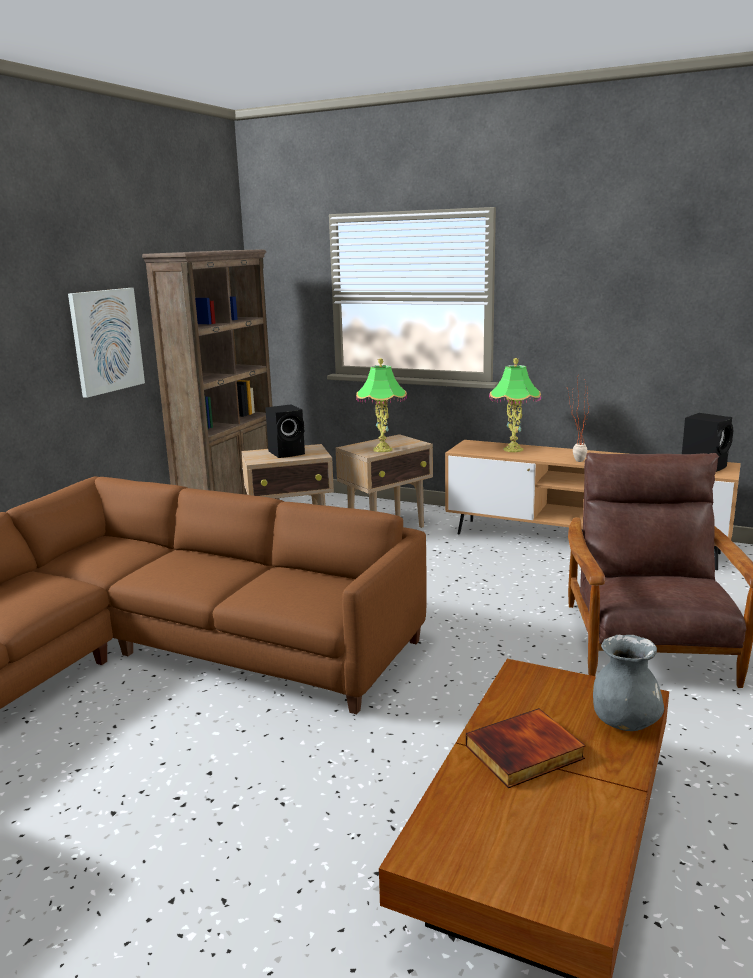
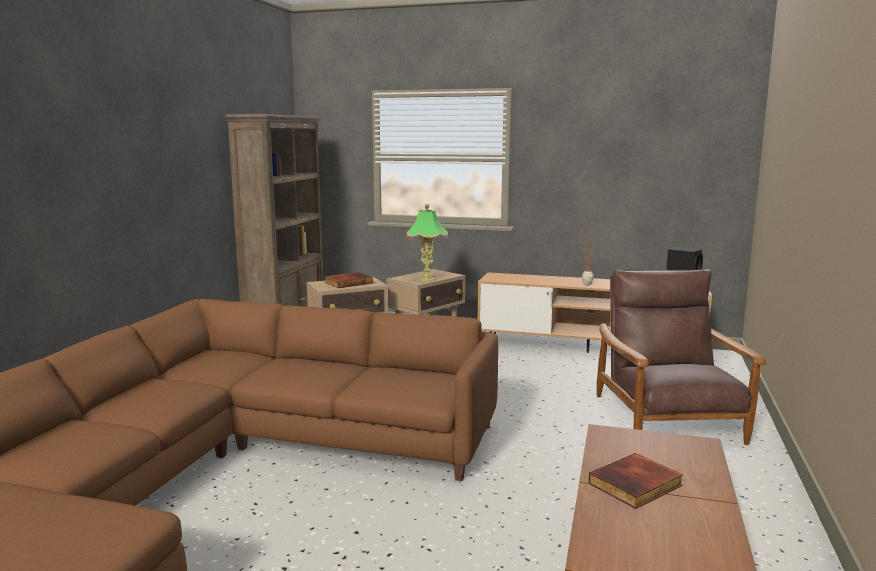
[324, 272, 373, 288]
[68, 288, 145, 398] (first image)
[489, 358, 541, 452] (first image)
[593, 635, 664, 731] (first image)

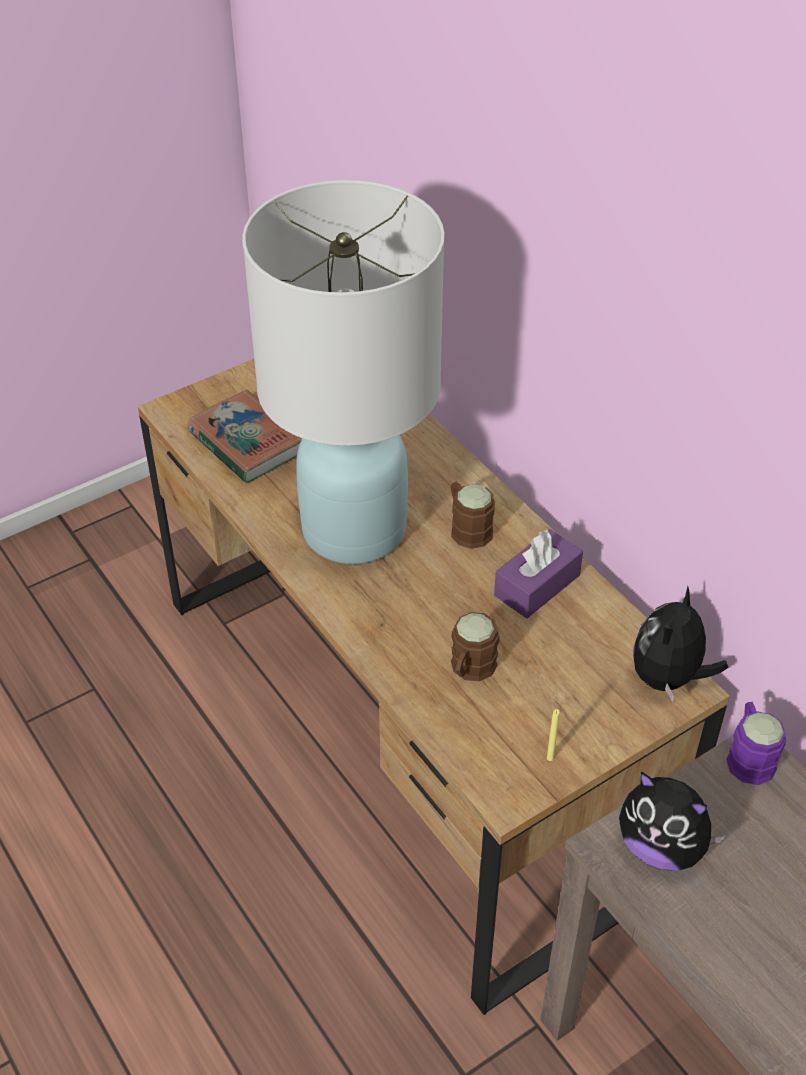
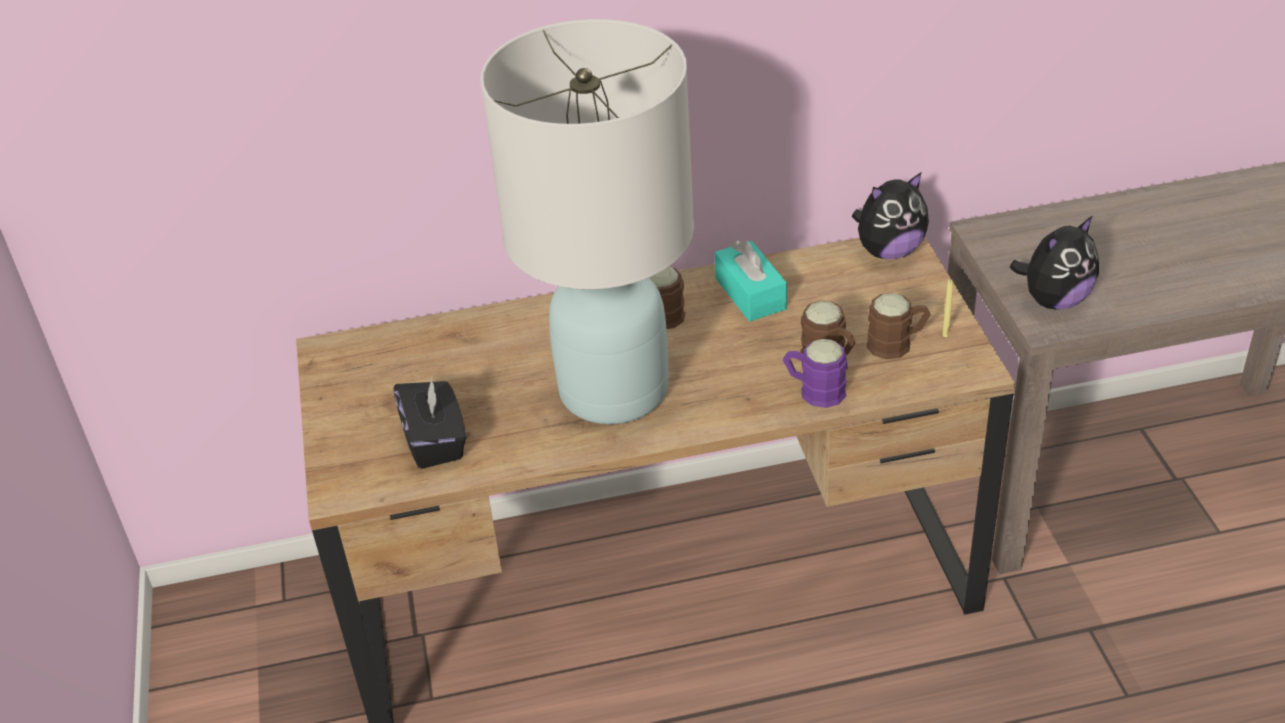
[394, 378, 466, 469]
[715, 240, 787, 321]
[783, 339, 848, 408]
[852, 172, 929, 259]
[866, 293, 931, 359]

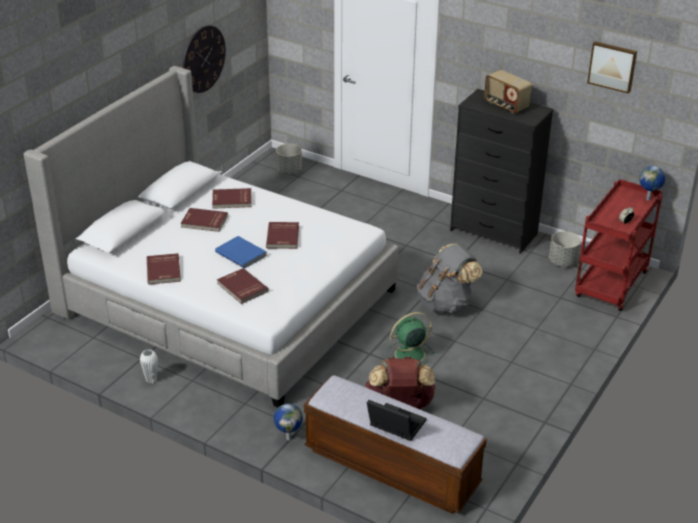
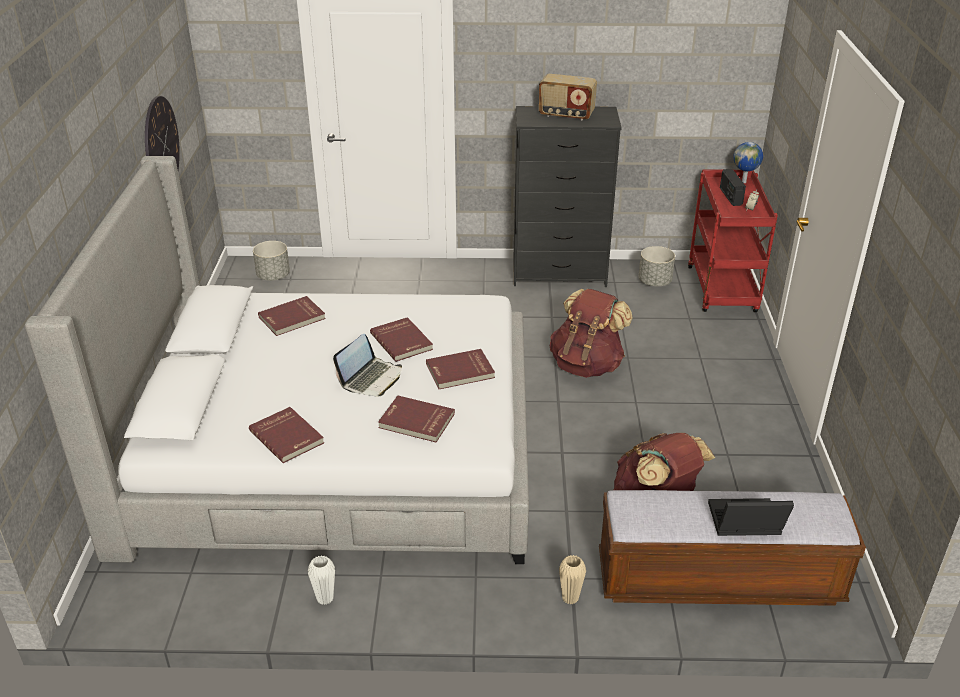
[333, 334, 402, 396]
[426, 349, 495, 389]
[550, 289, 633, 378]
[559, 555, 586, 604]
[720, 169, 746, 206]
[387, 312, 435, 365] (first image)
[587, 41, 637, 94] (first image)

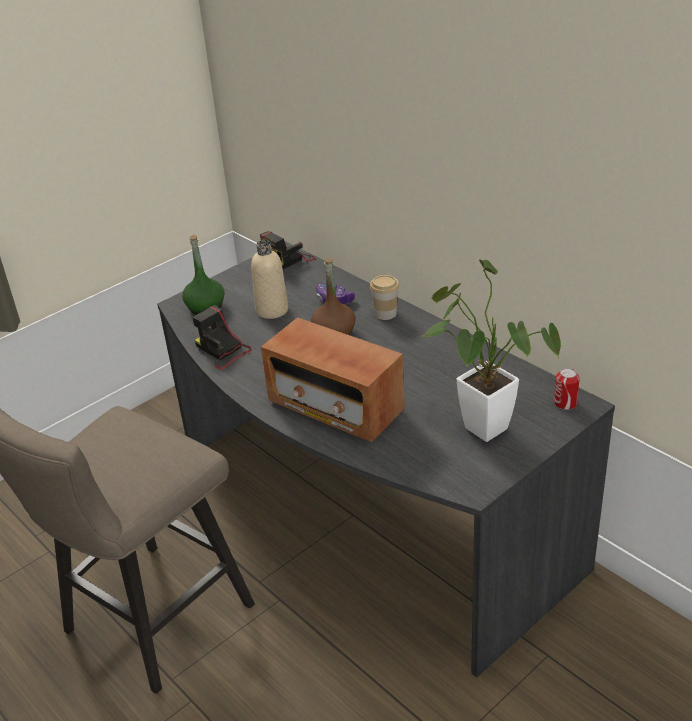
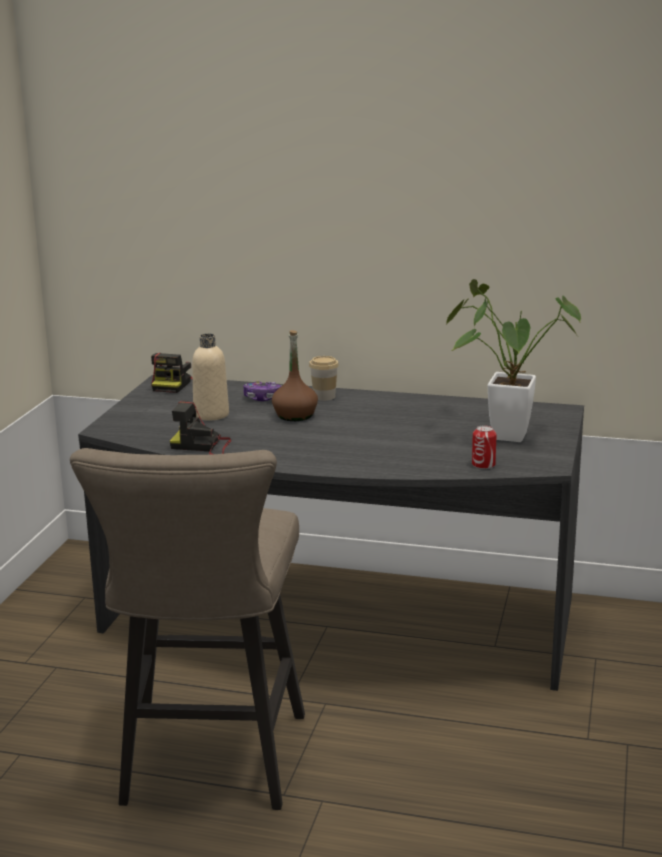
[472, 425, 497, 469]
[182, 235, 225, 315] (first image)
[261, 317, 405, 442] (first image)

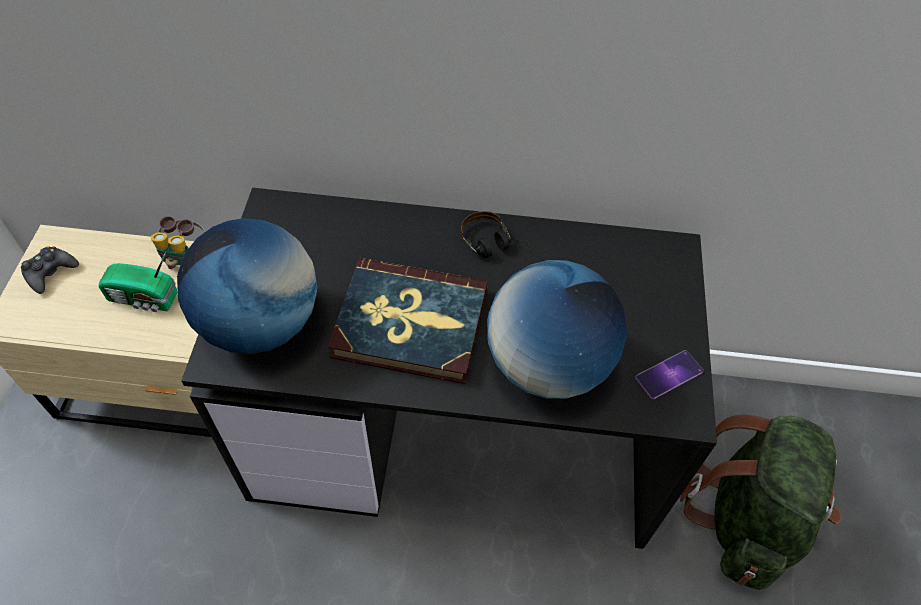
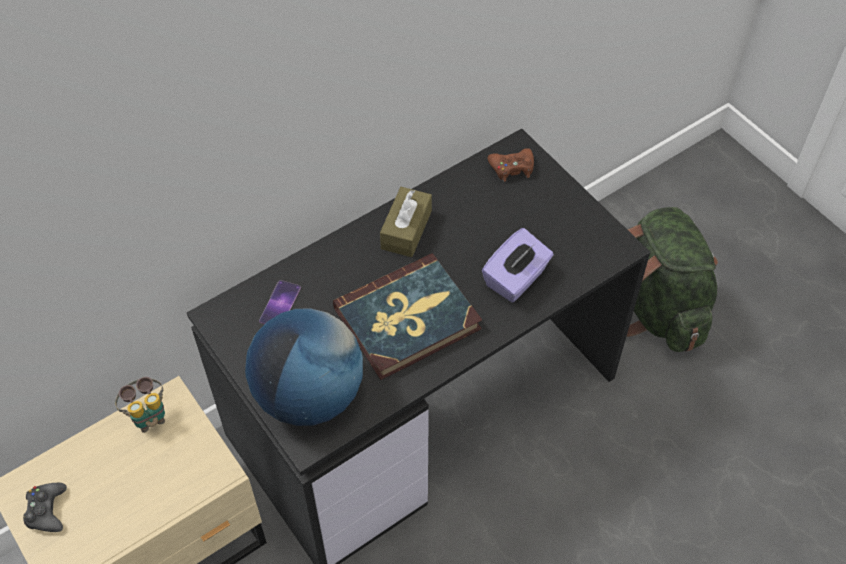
[259, 280, 301, 324]
[380, 187, 432, 257]
[482, 228, 554, 302]
[488, 148, 534, 182]
[99, 252, 177, 312] (first image)

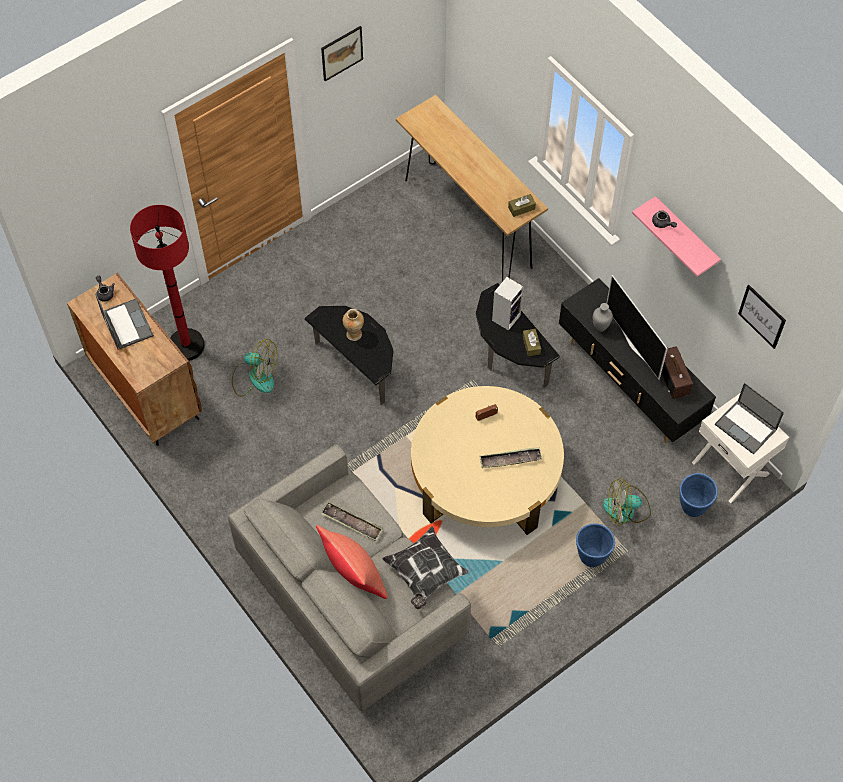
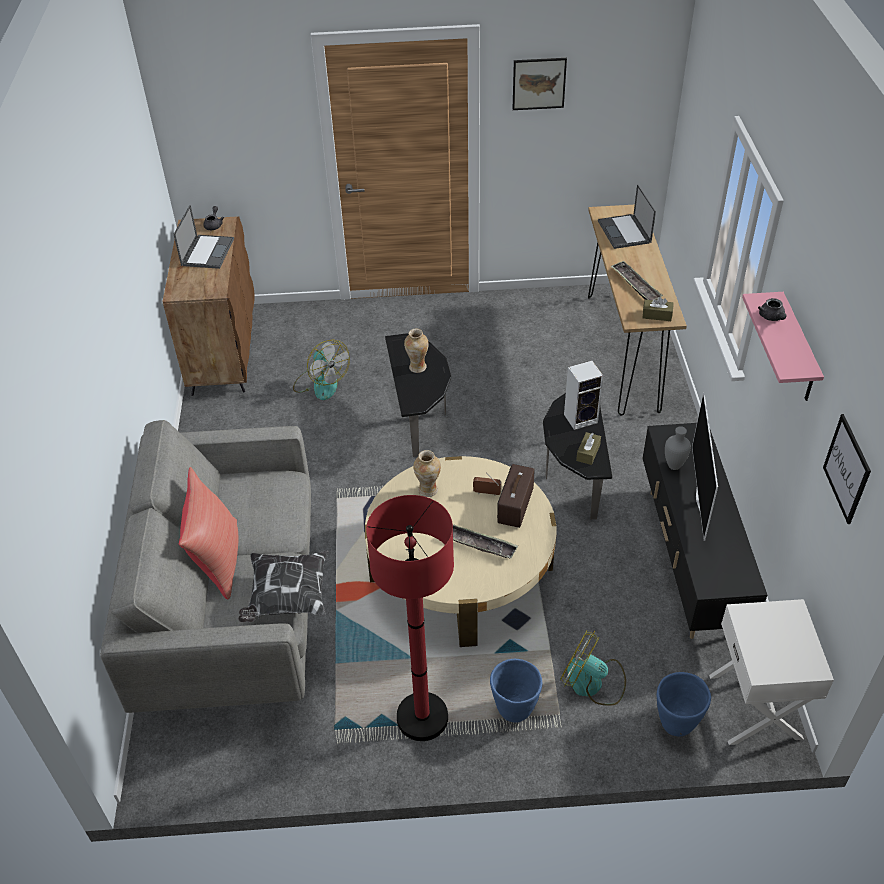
[366, 495, 454, 741]
[413, 450, 441, 497]
[497, 464, 535, 528]
[598, 184, 656, 249]
[610, 261, 663, 300]

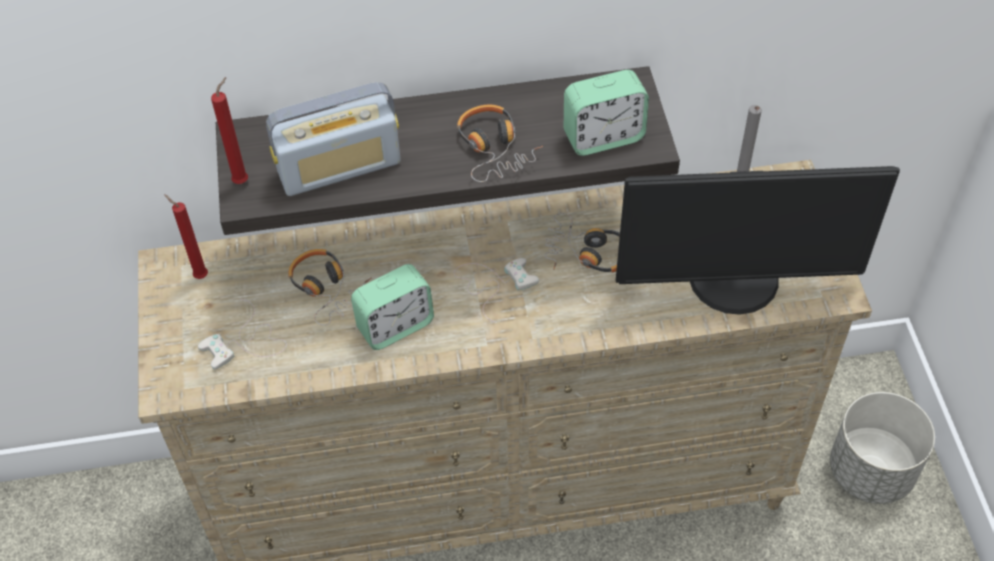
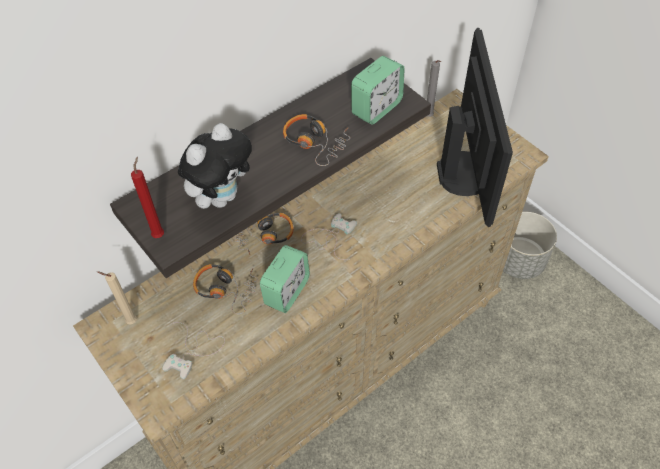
[97, 271, 137, 324]
[178, 123, 252, 209]
[234, 213, 294, 255]
[437, 28, 513, 227]

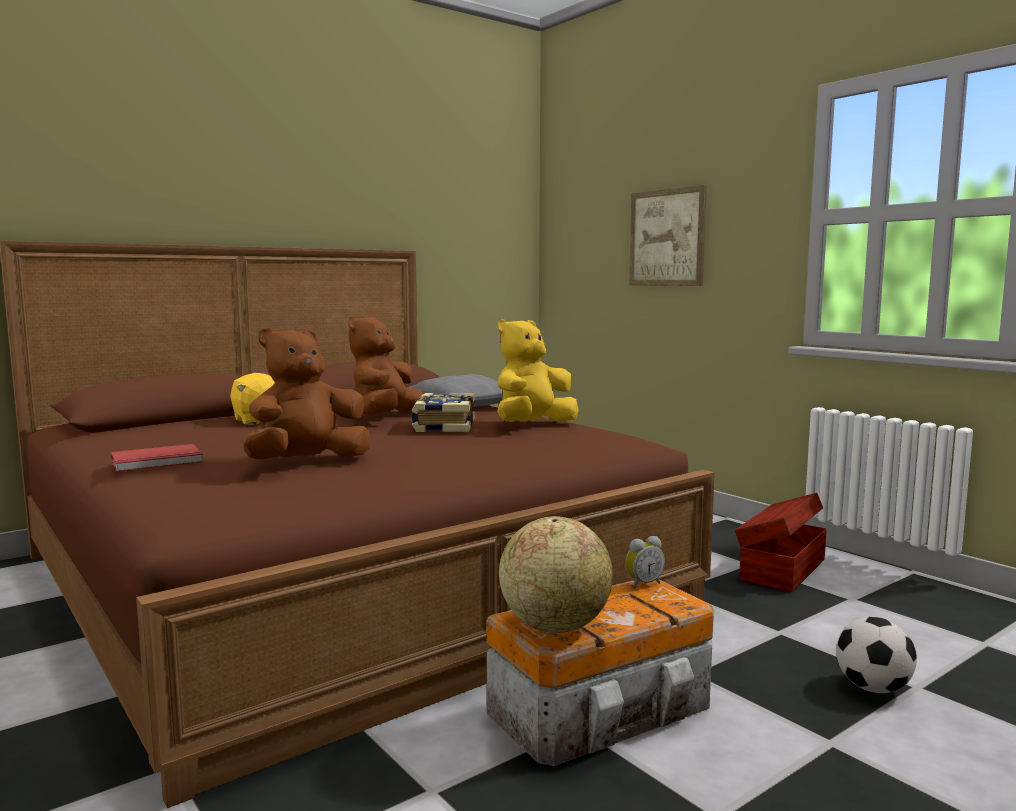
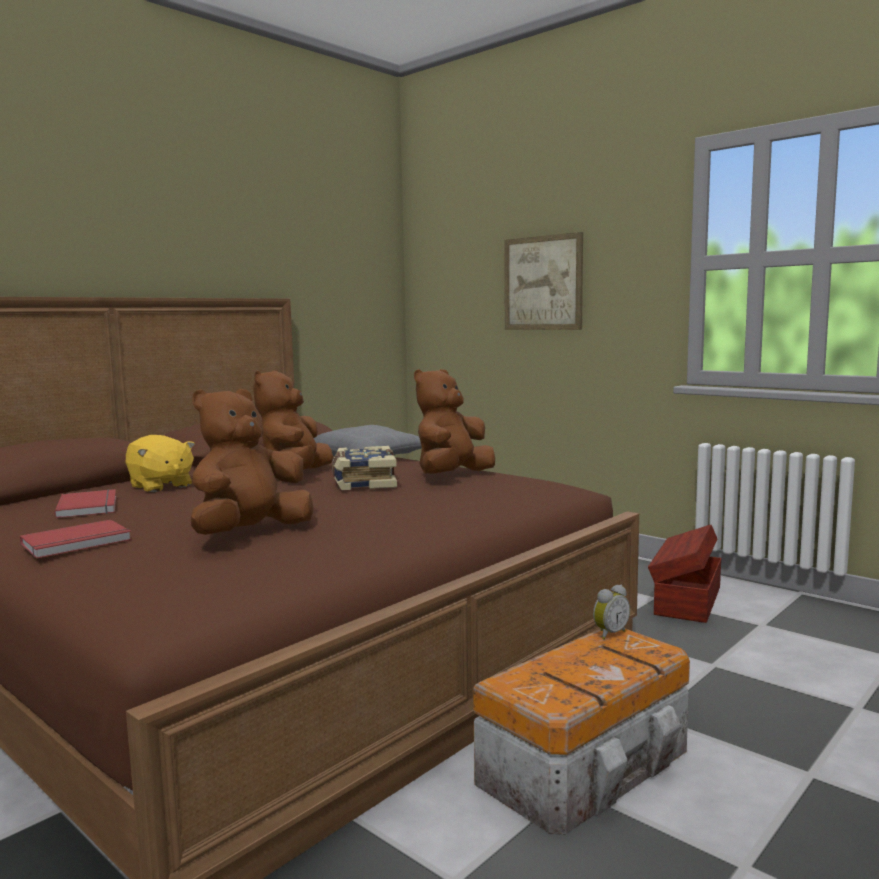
[54, 489, 116, 518]
[414, 369, 495, 474]
[499, 516, 613, 633] (first image)
[836, 617, 917, 693] (first image)

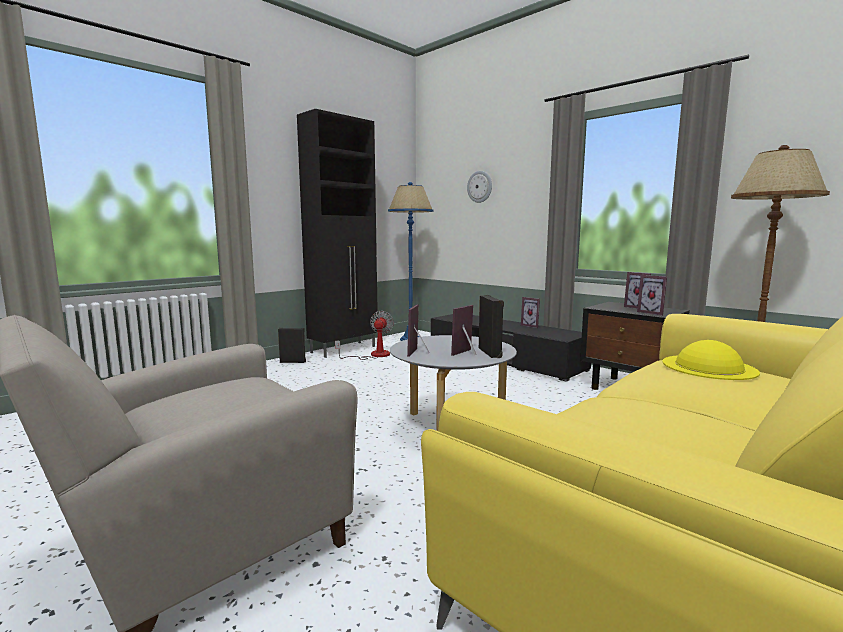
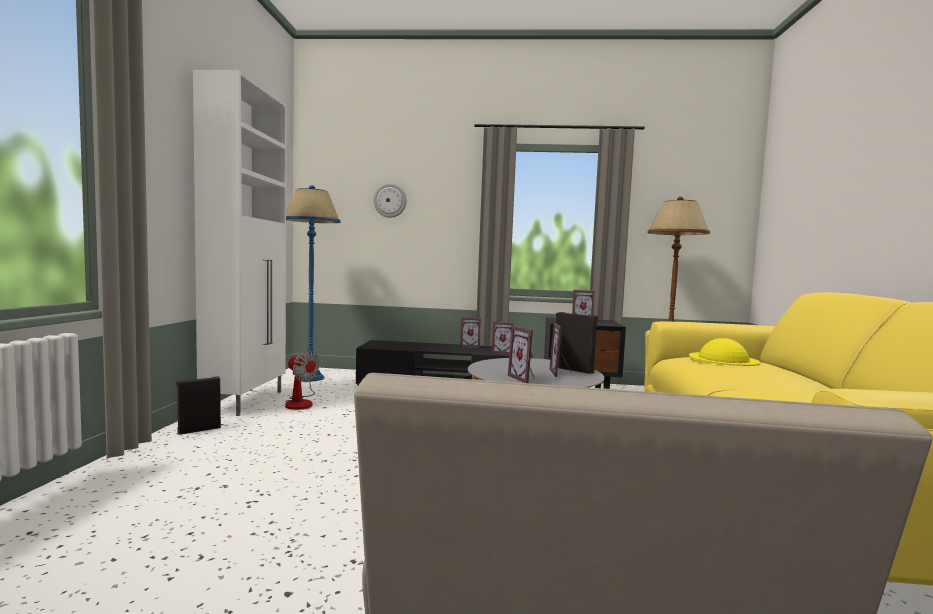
[193, 70, 286, 416]
[285, 349, 320, 410]
[492, 322, 514, 354]

